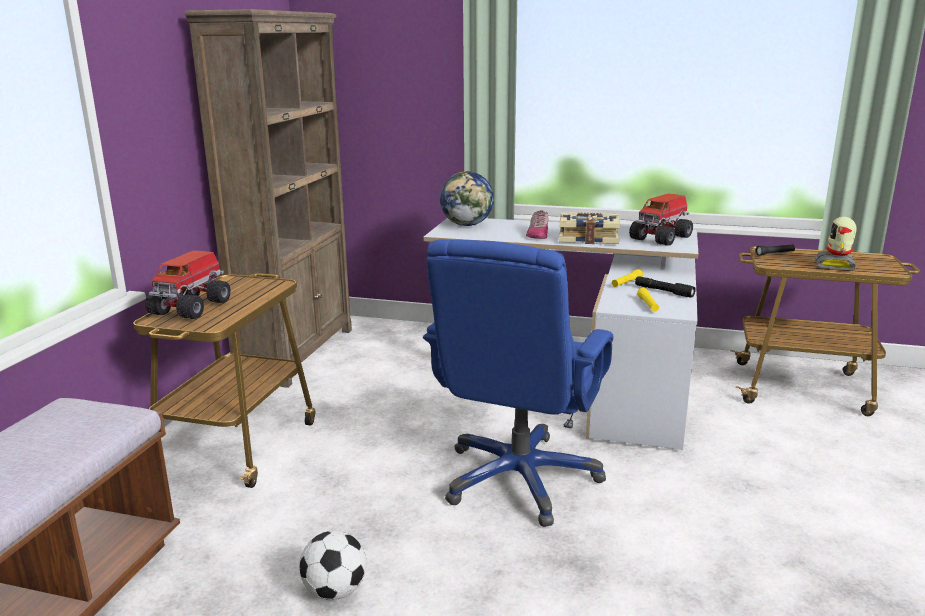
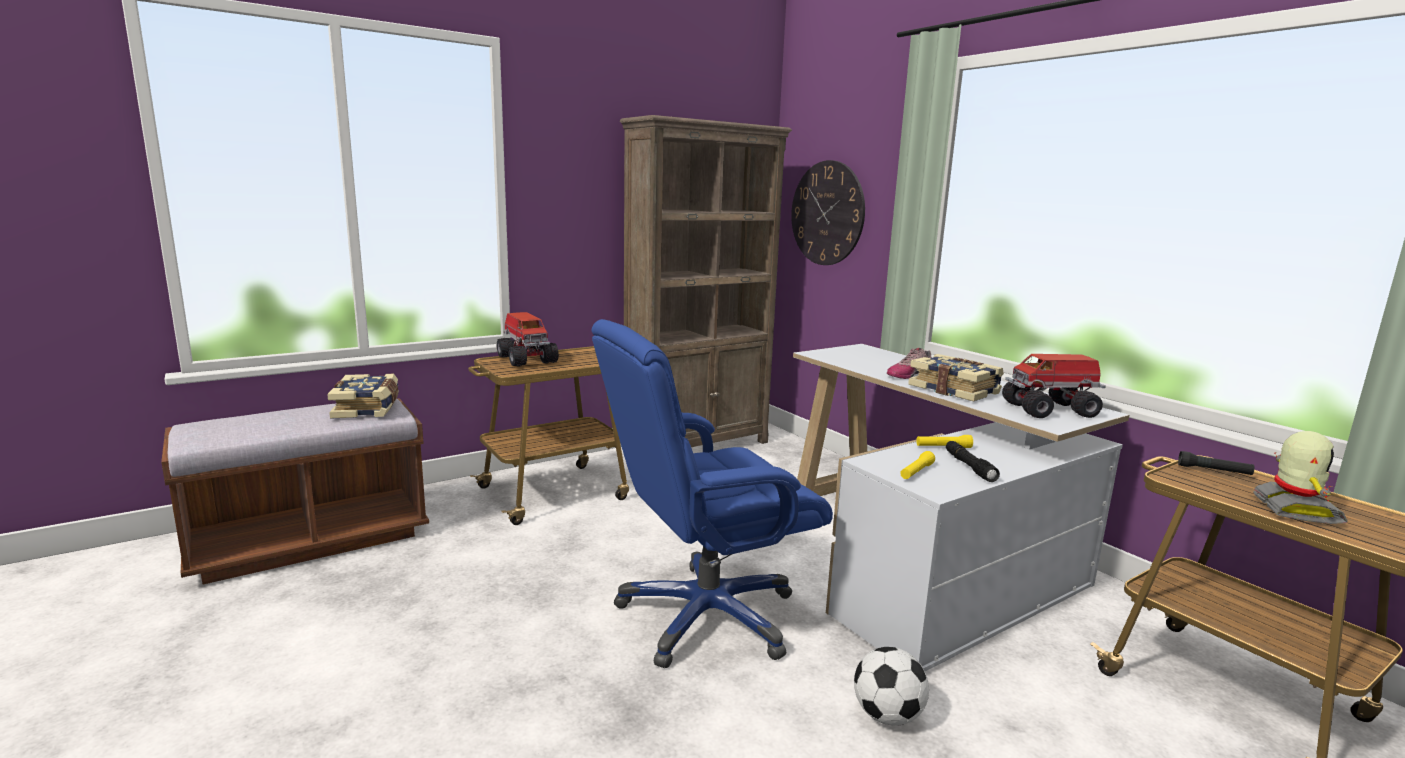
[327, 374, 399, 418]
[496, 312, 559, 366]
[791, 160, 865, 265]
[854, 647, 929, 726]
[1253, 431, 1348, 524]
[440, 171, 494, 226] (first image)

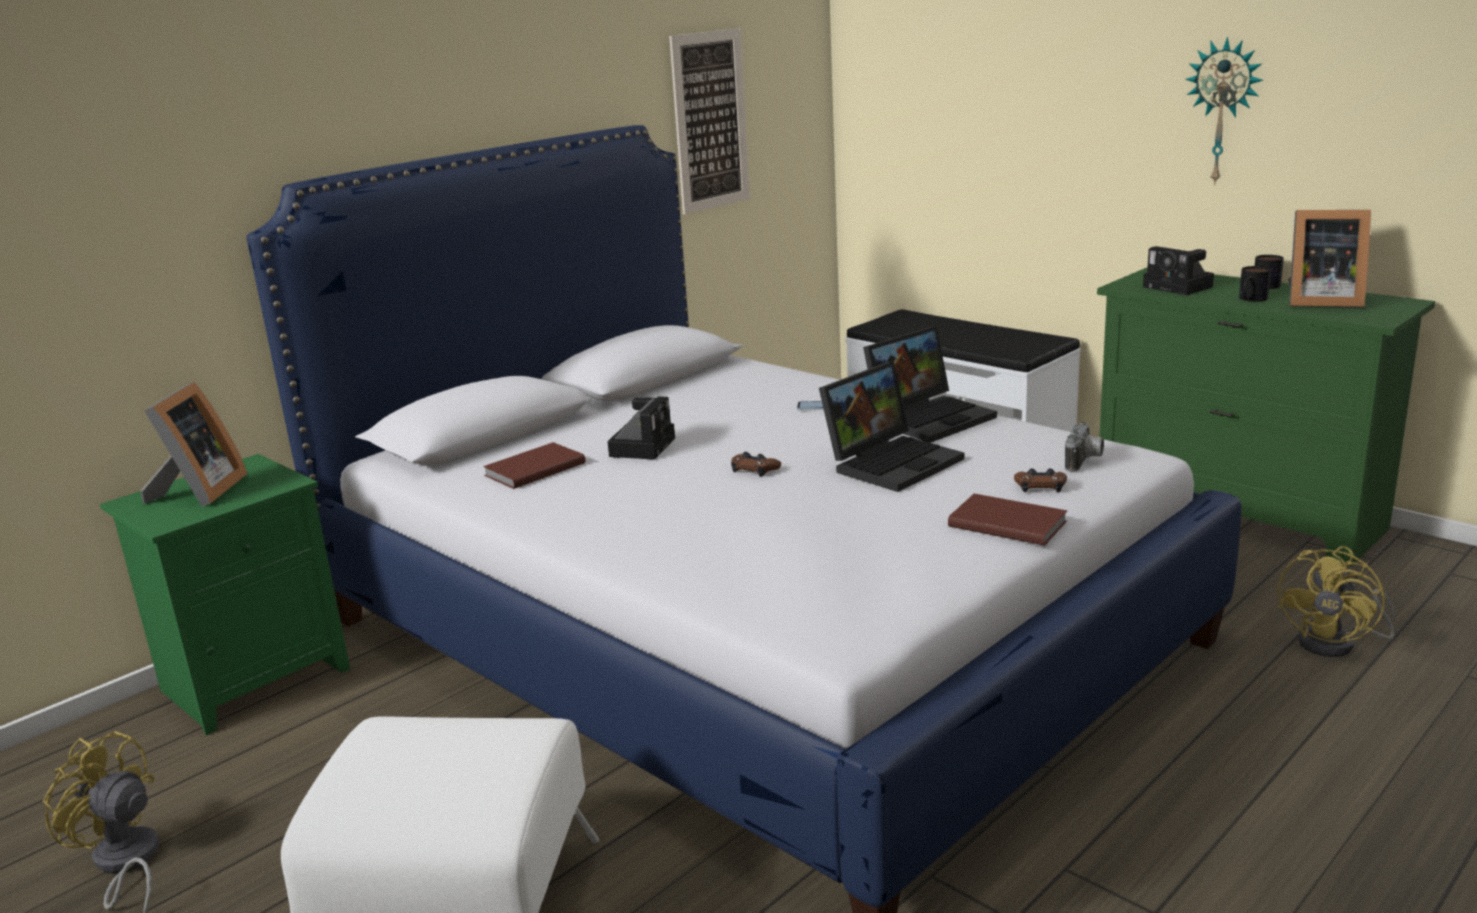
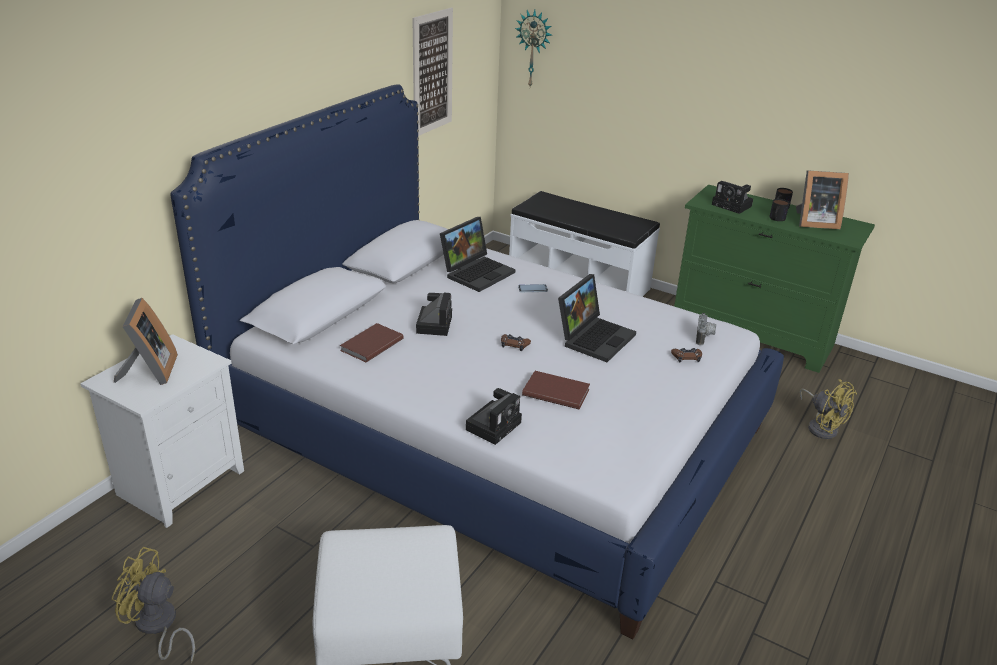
[80, 334, 244, 528]
[440, 217, 515, 292]
[466, 388, 522, 445]
[515, 10, 551, 87]
[522, 371, 590, 409]
[800, 379, 857, 439]

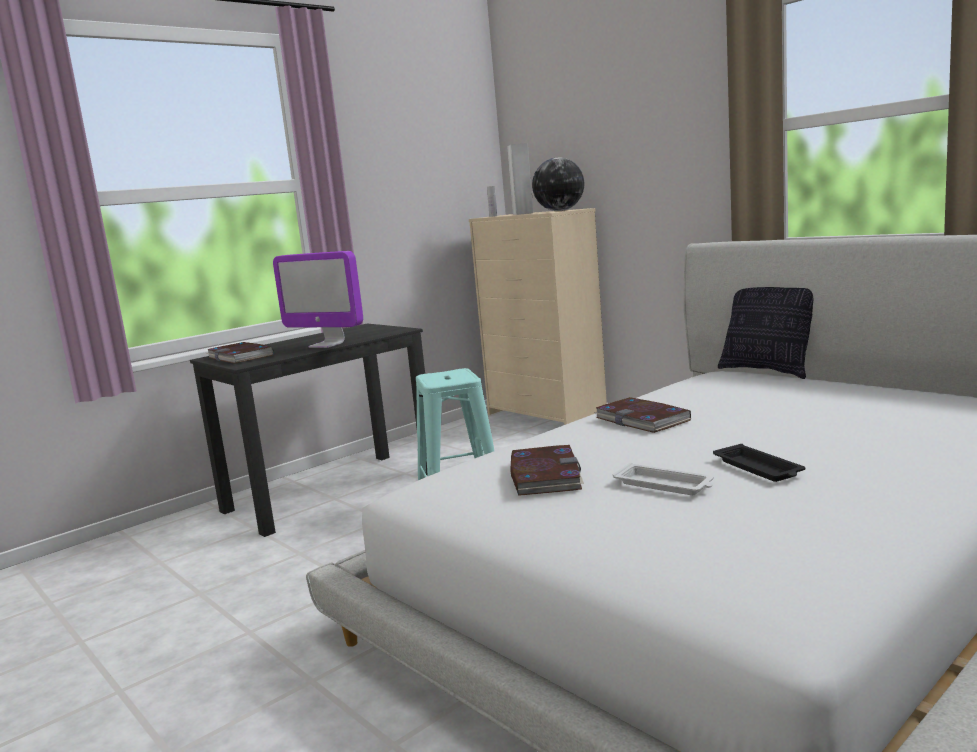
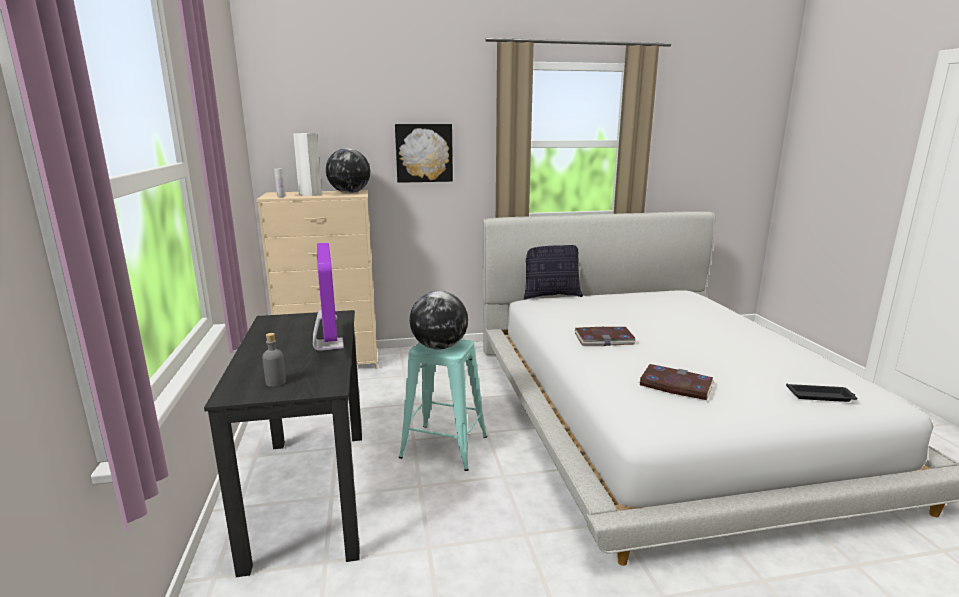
[262, 333, 286, 387]
[313, 243, 344, 351]
[395, 124, 453, 183]
[410, 291, 468, 350]
[786, 384, 857, 402]
[613, 463, 714, 495] (first image)

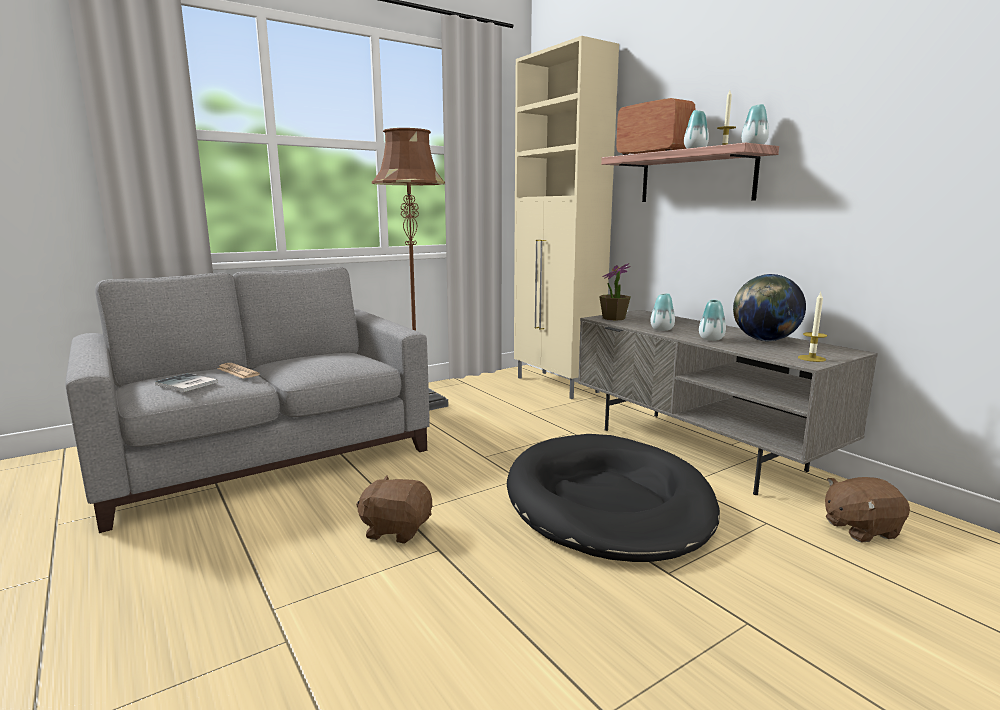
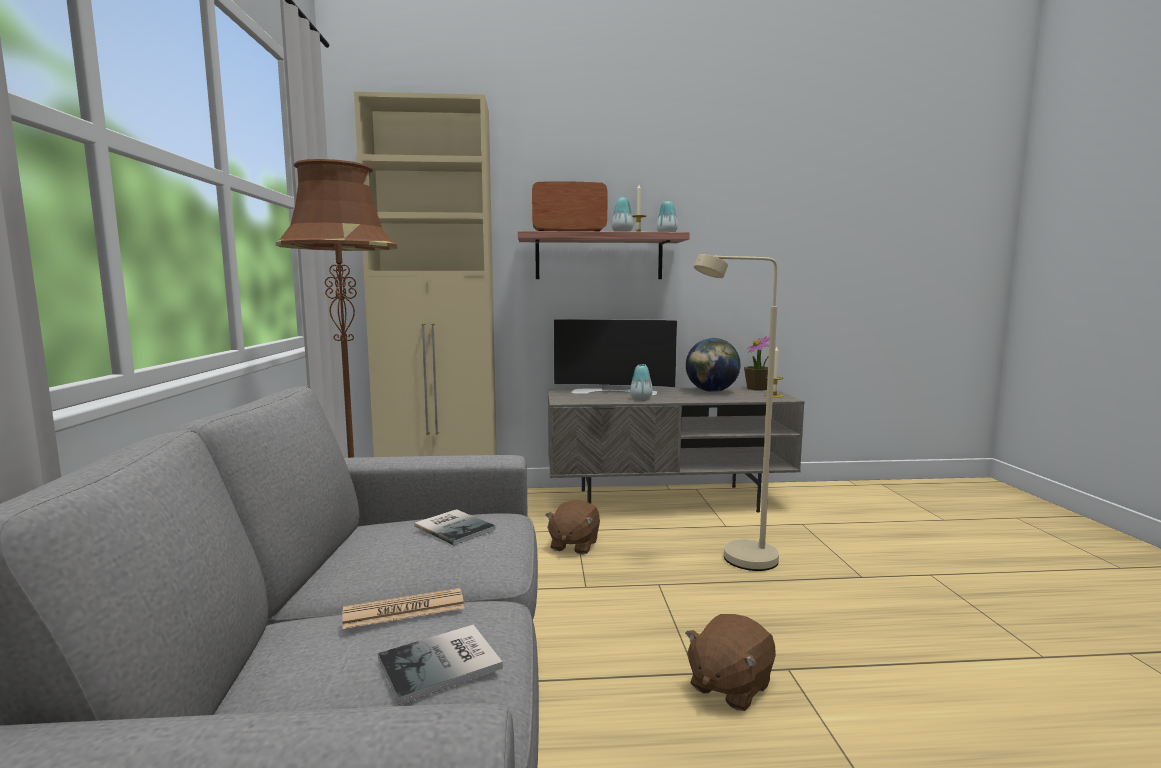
[415, 509, 496, 545]
[545, 500, 600, 554]
[553, 319, 677, 396]
[694, 254, 779, 571]
[744, 336, 769, 391]
[699, 300, 726, 341] (first image)

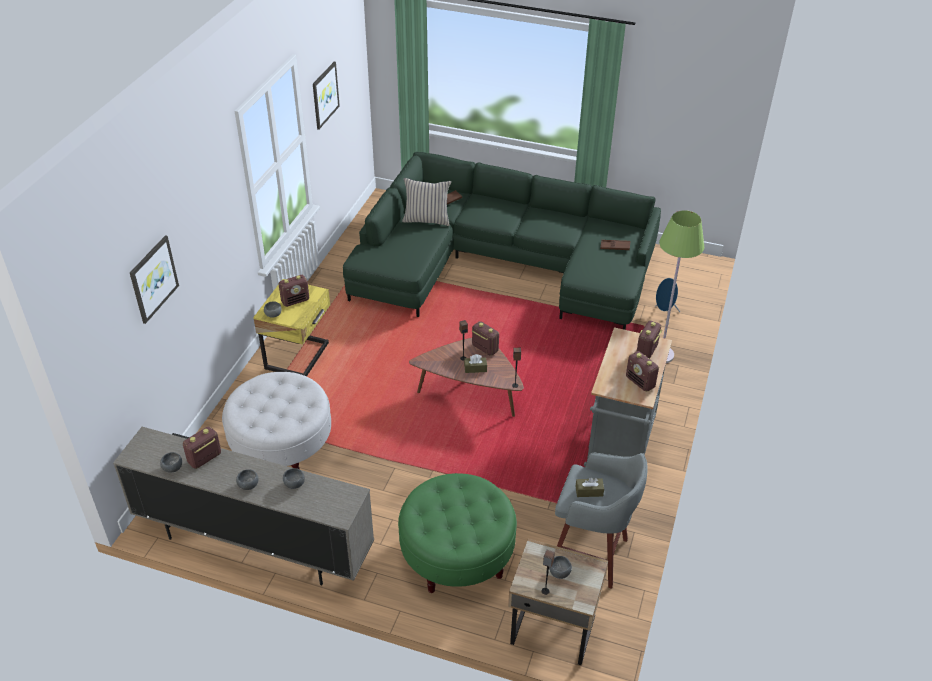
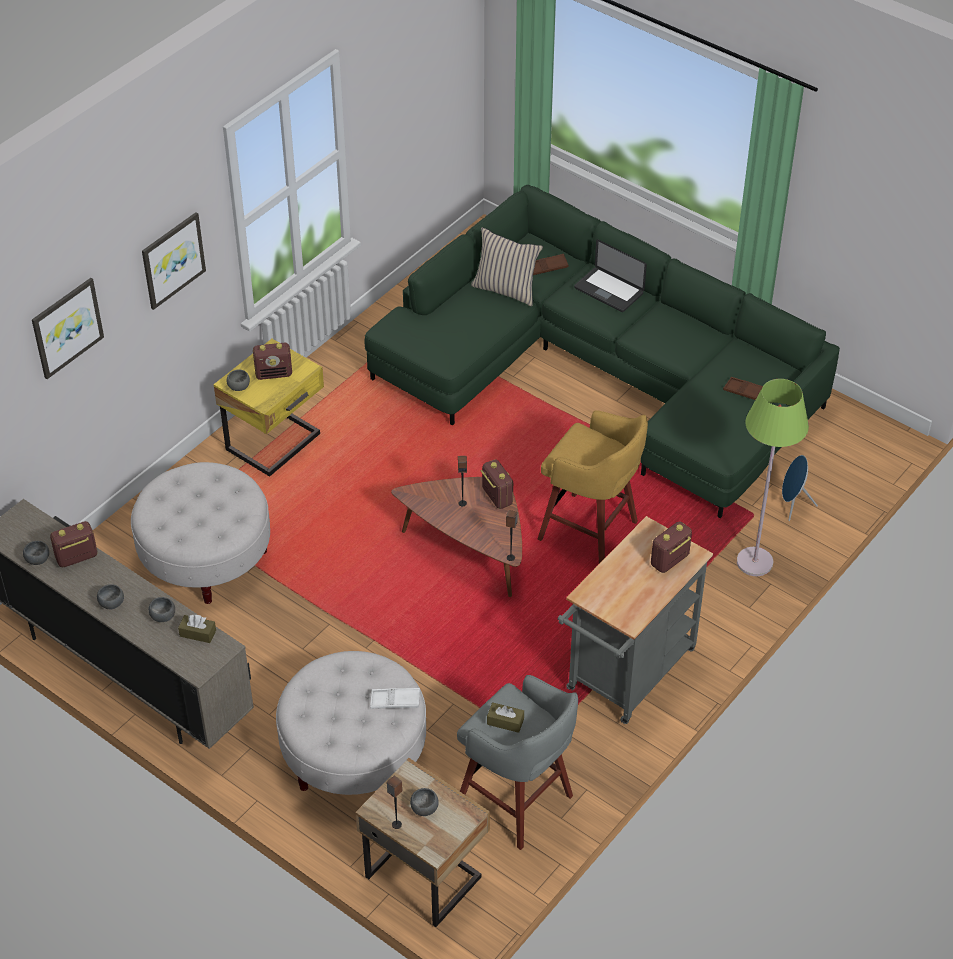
[142, 212, 206, 310]
[178, 615, 216, 643]
[276, 651, 426, 795]
[370, 688, 420, 709]
[538, 410, 648, 564]
[574, 239, 647, 312]
[626, 351, 659, 392] (first image)

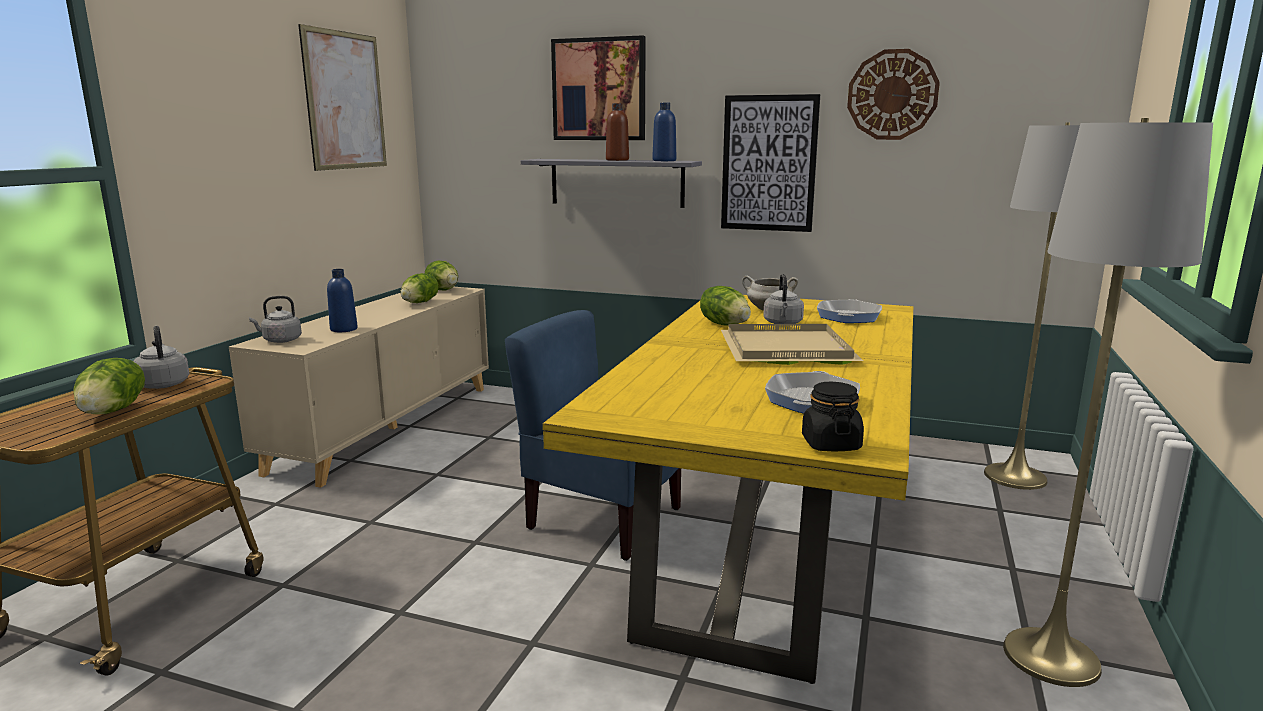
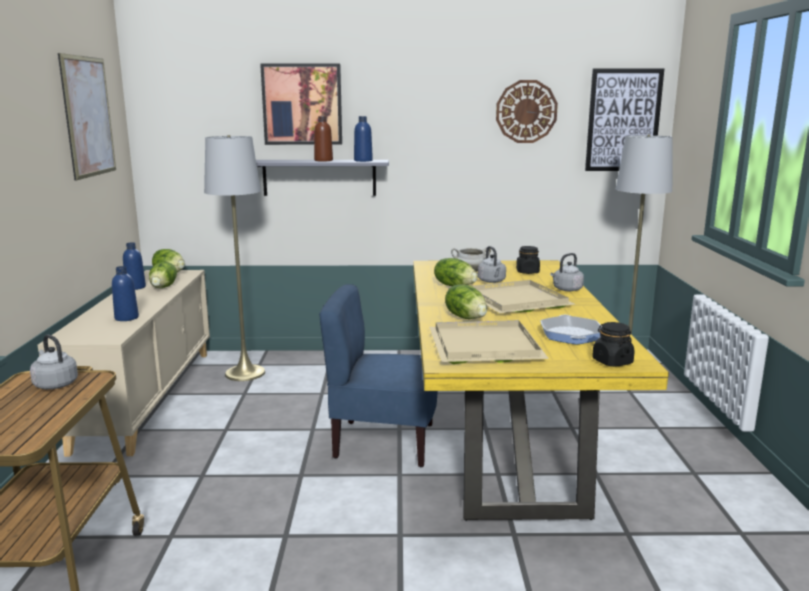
[123, 242, 146, 290]
[204, 135, 265, 381]
[429, 320, 549, 364]
[445, 284, 487, 319]
[516, 246, 540, 274]
[550, 253, 584, 291]
[585, 68, 664, 171]

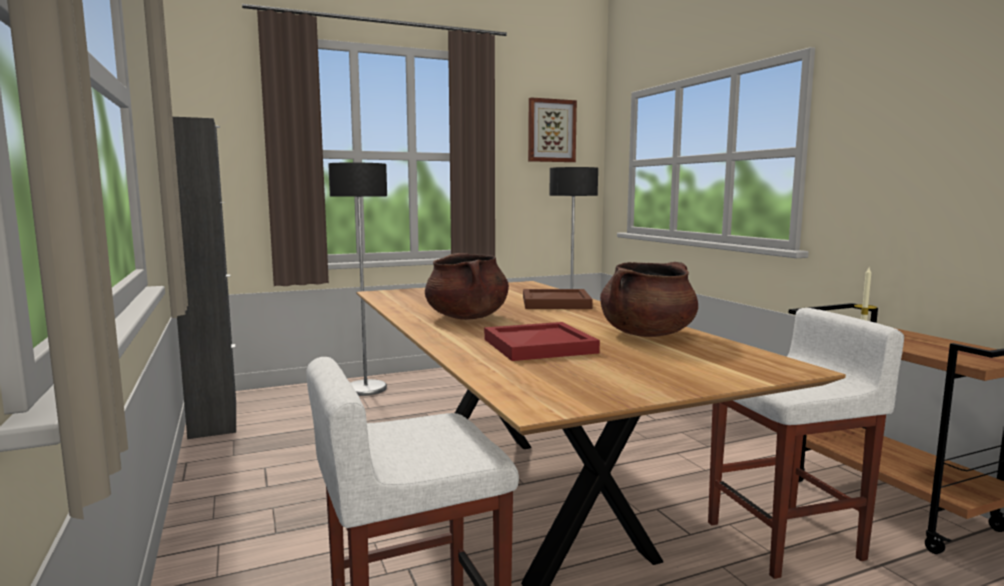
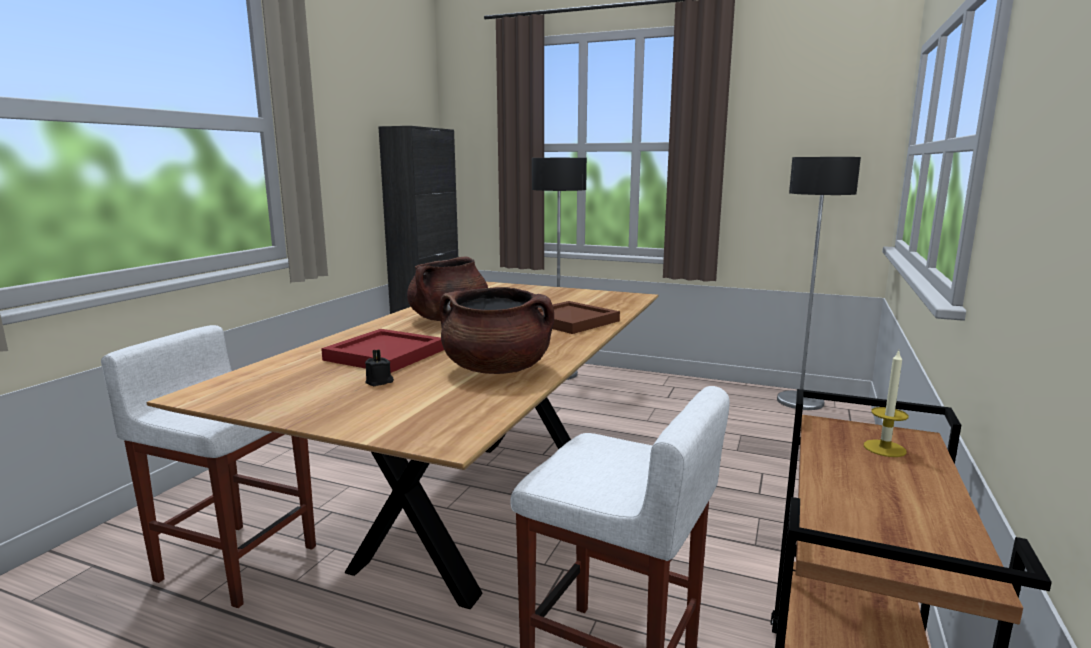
[365, 350, 394, 386]
[528, 97, 577, 162] (first image)

